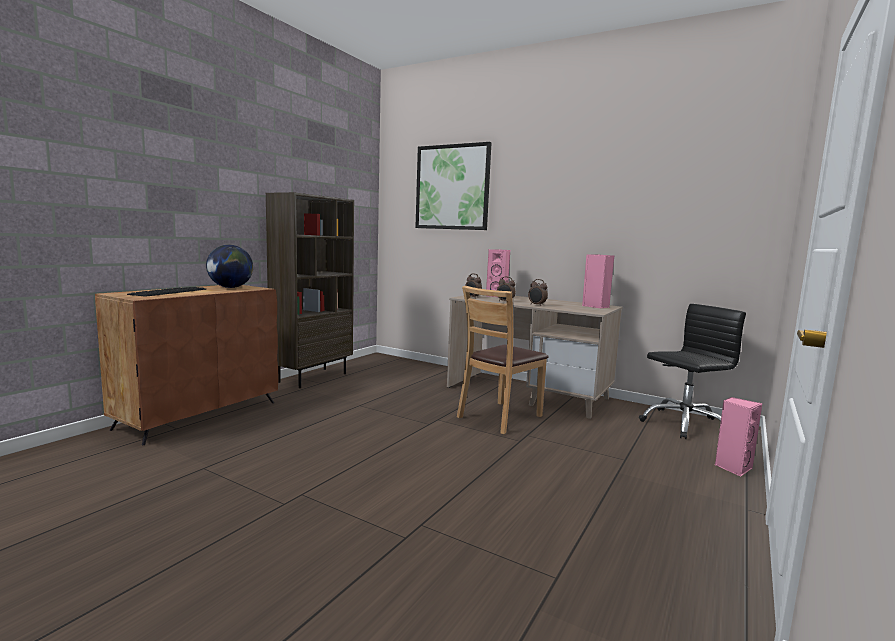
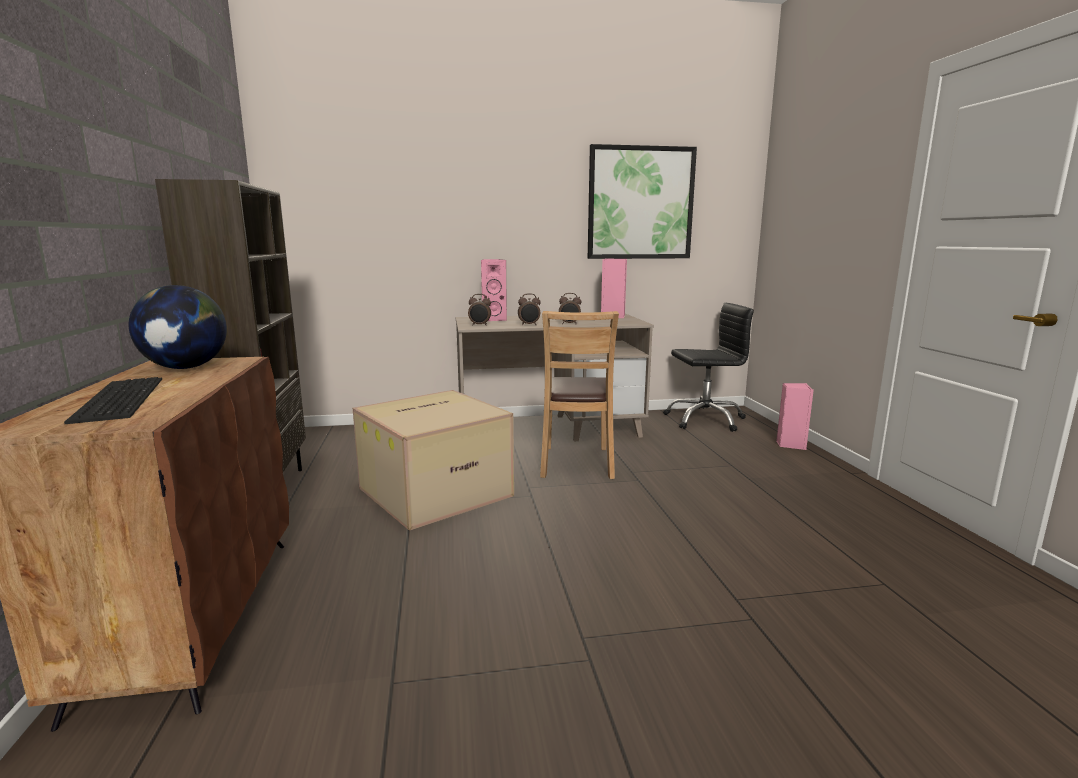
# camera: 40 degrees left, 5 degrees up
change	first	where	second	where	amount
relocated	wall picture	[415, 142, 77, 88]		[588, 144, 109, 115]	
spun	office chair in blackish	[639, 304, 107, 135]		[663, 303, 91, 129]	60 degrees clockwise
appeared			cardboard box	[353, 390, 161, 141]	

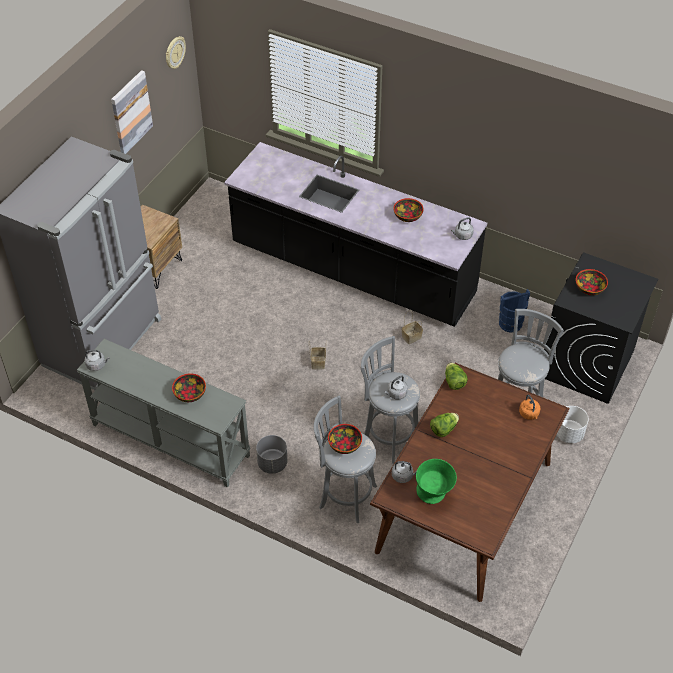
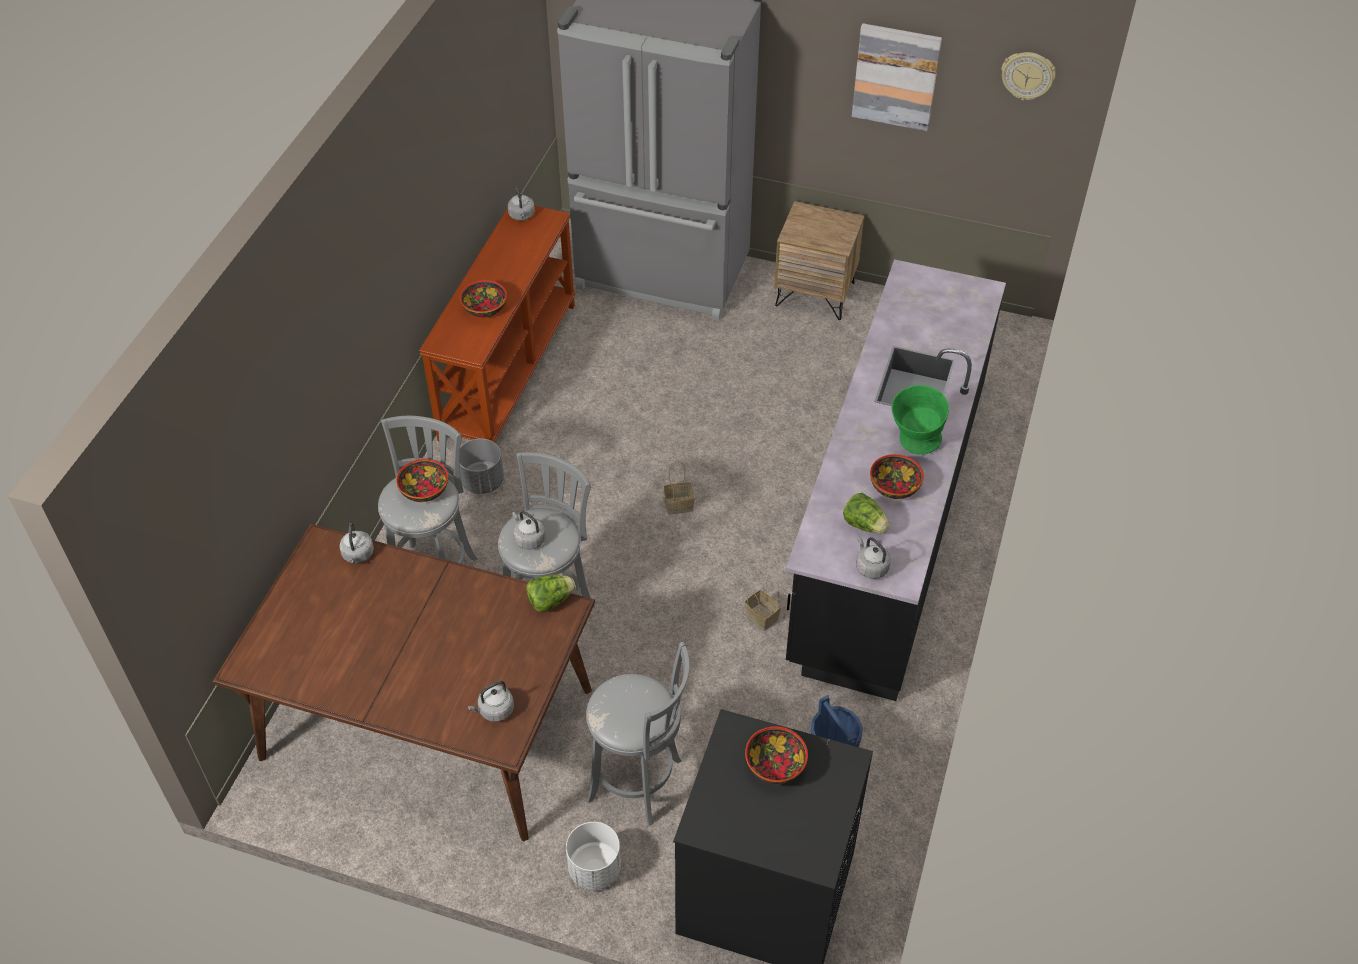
# camera: 80 degrees right, 0 degrees up
change	first	where	second	where	amount
colour	hall table in gray	[77, 339, 174, 149]	hall table in brownish	[419, 206, 157, 236]	
colour	water kettle in orange	[519, 395, 21, 25]	water kettle in gray	[468, 681, 46, 41]	
relocated	head of lettuce	[430, 413, 29, 24]		[843, 493, 46, 41]	
relocated	deep dish in green-coloured	[416, 459, 41, 45]		[892, 385, 57, 70]	

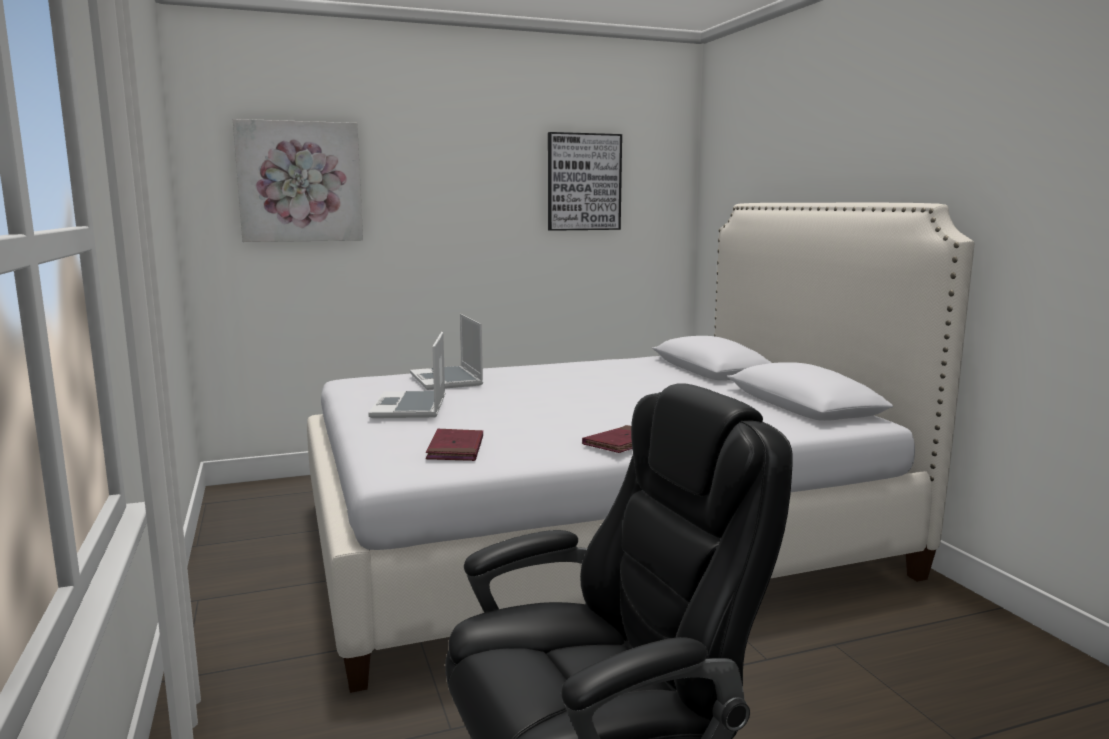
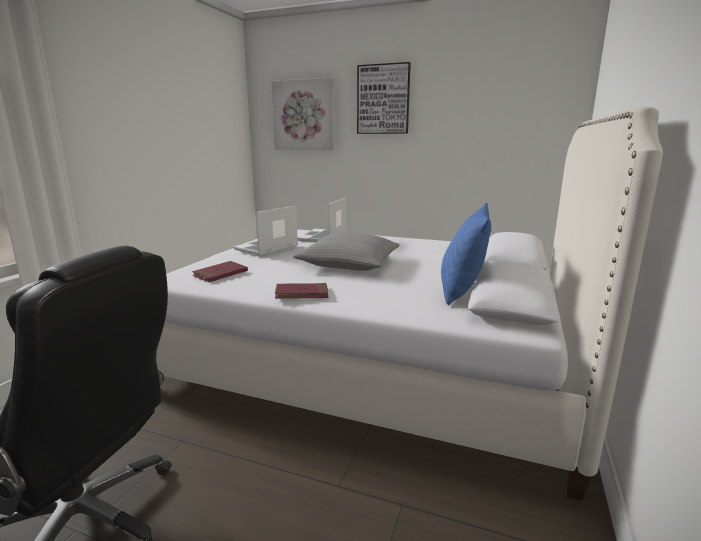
# camera: 40 degrees right, 5 degrees up
change	first	where	second	where	amount
relocated	wall picture	[548, 132, 74, 99]		[357, 62, 54, 72]	
appeared			pillow in blue	[441, 203, 50, 102]	
appeared			pillow in gray	[293, 233, 107, 38]	

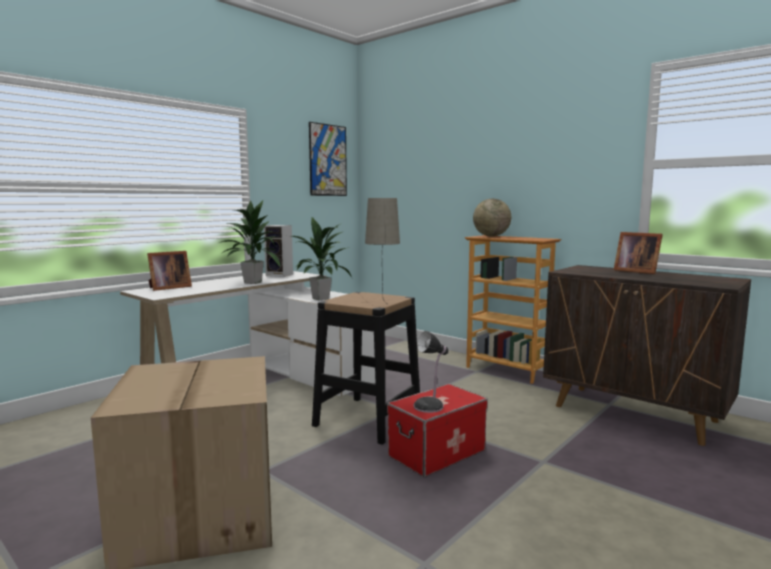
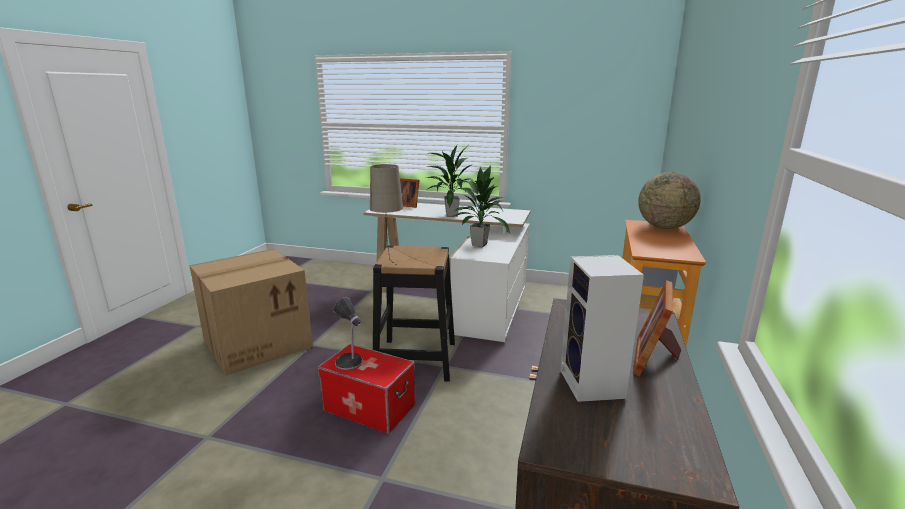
# camera: 65 degrees right, 10 degrees up
change	first	where	second	where	amount
missing	wall picture	[309, 122, 38, 74]			
relocated	speaker	[264, 225, 29, 52]		[560, 255, 84, 147]	

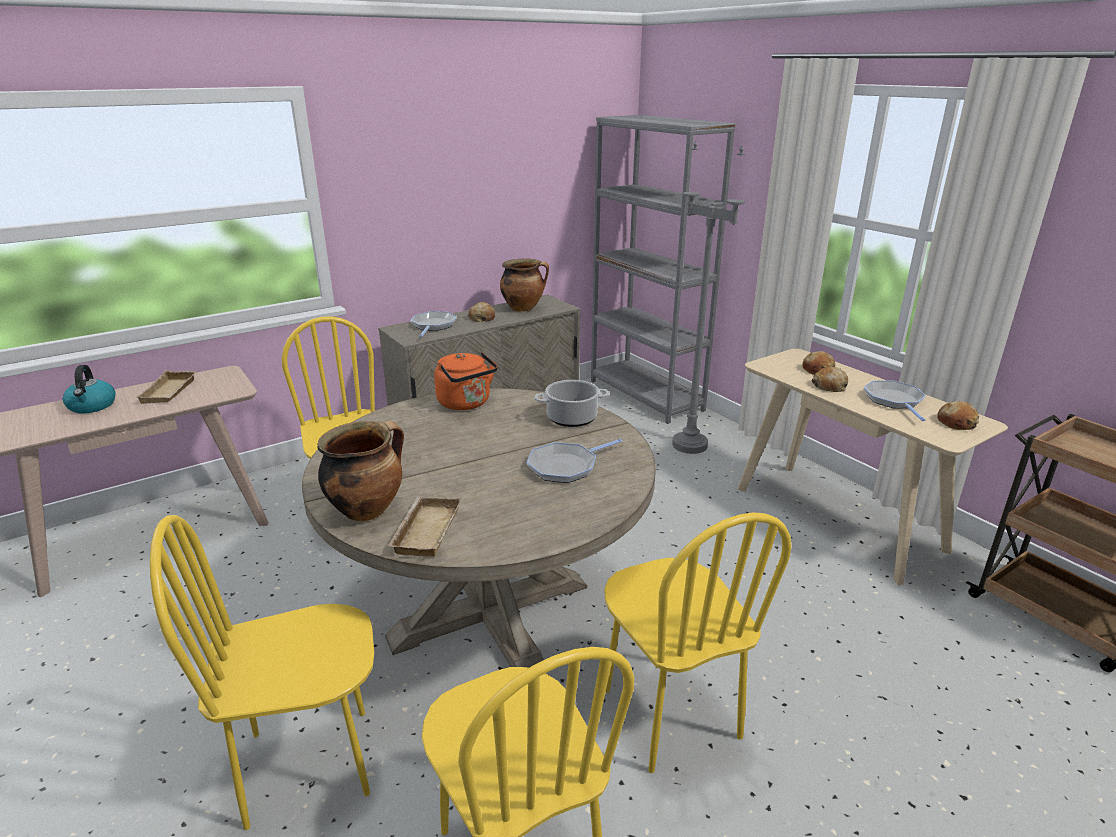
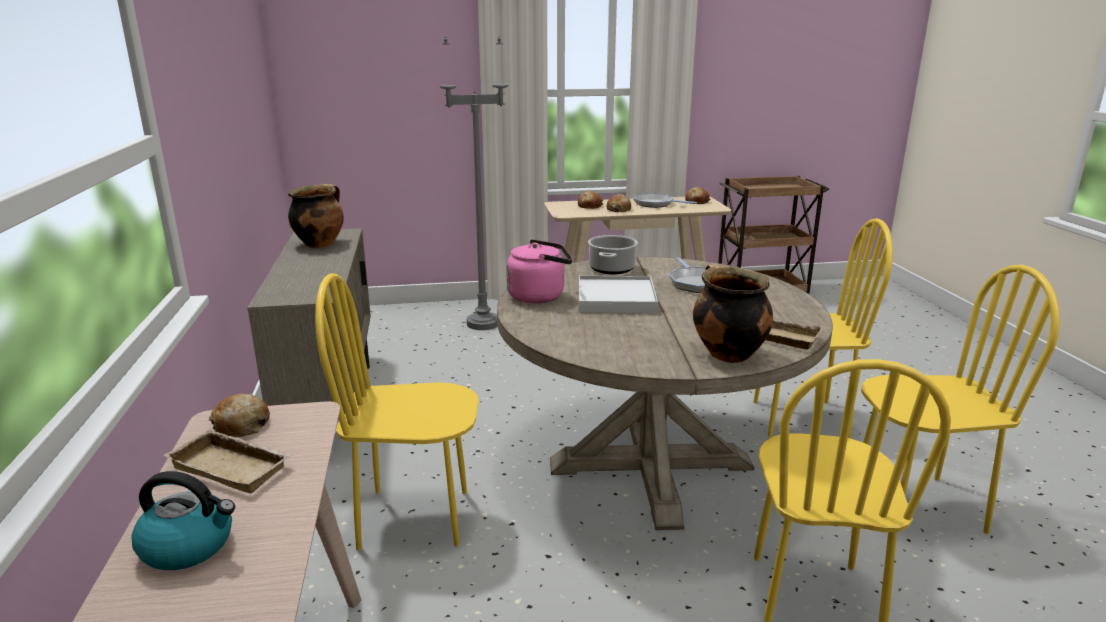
# camera: 65 degrees left, 5 degrees down
change	first	where	second	where	amount
missing	shelving unit in gray	[591, 115, 145, 309]			
relocated	bakery bread	[468, 302, 27, 20]		[209, 394, 61, 43]	
missing	pan	[411, 311, 46, 26]			
colour	water kettle in orange	[434, 352, 64, 58]	water kettle in pinkish	[506, 239, 66, 64]	
appeared			tray in white	[579, 276, 79, 37]	

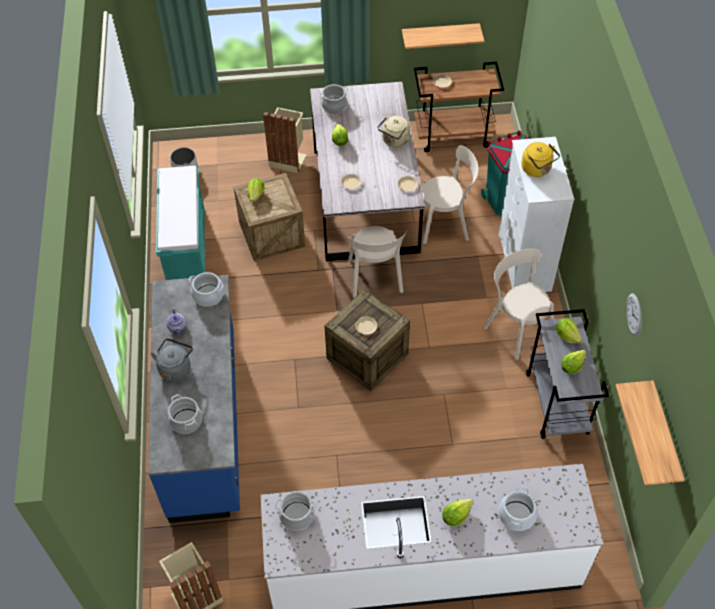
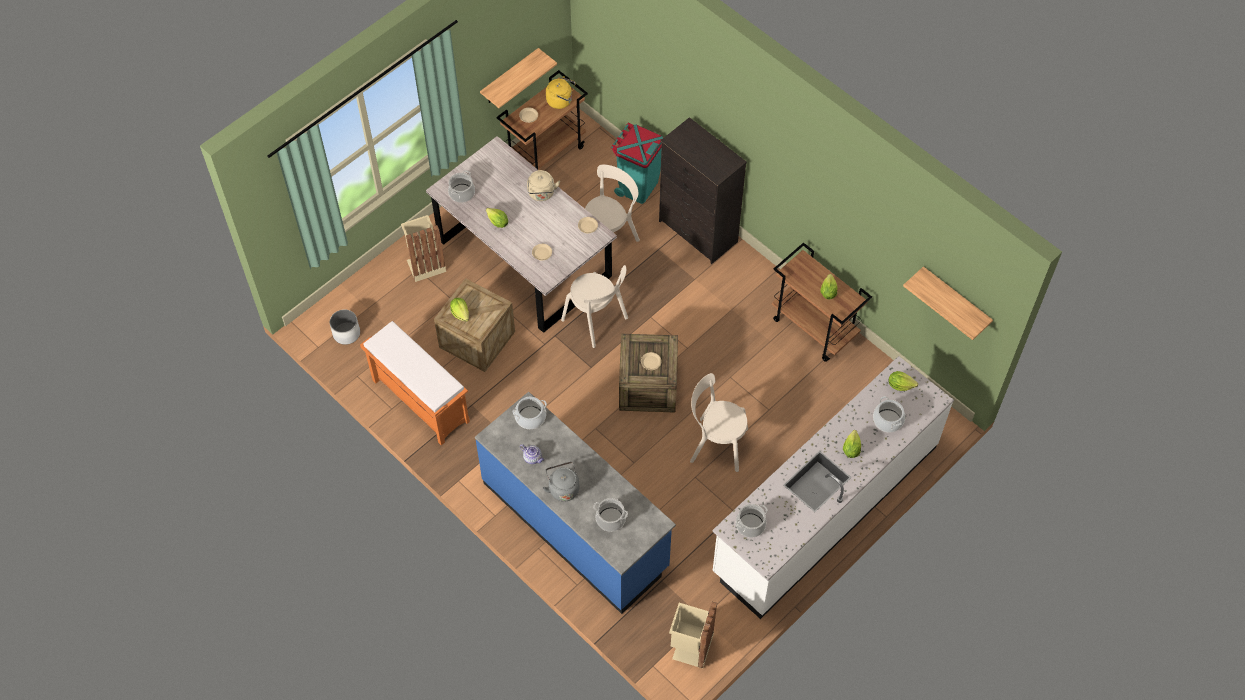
# camera: 40 degrees left, 5 degrees up
change	first	where	second	where	amount
colour	chest of drawers in white	[498, 137, 76, 155]	chest of drawers in blackish	[659, 117, 88, 147]	
relocated	water kettle in yellow	[521, 142, 39, 35]		[546, 76, 30, 33]	
colour	long seat in turquoise-coloured	[156, 166, 49, 114]	long seat in orange	[360, 321, 110, 125]	
relocated	upright chair in beige-coloured	[483, 249, 71, 111]		[690, 373, 58, 99]	
missing	wall clock	[626, 293, 16, 43]			
colour	trolley in gray	[526, 309, 83, 130]	trolley in brownish	[772, 242, 100, 120]	
relocated	head of lettuce	[556, 318, 26, 26]		[889, 371, 29, 20]	

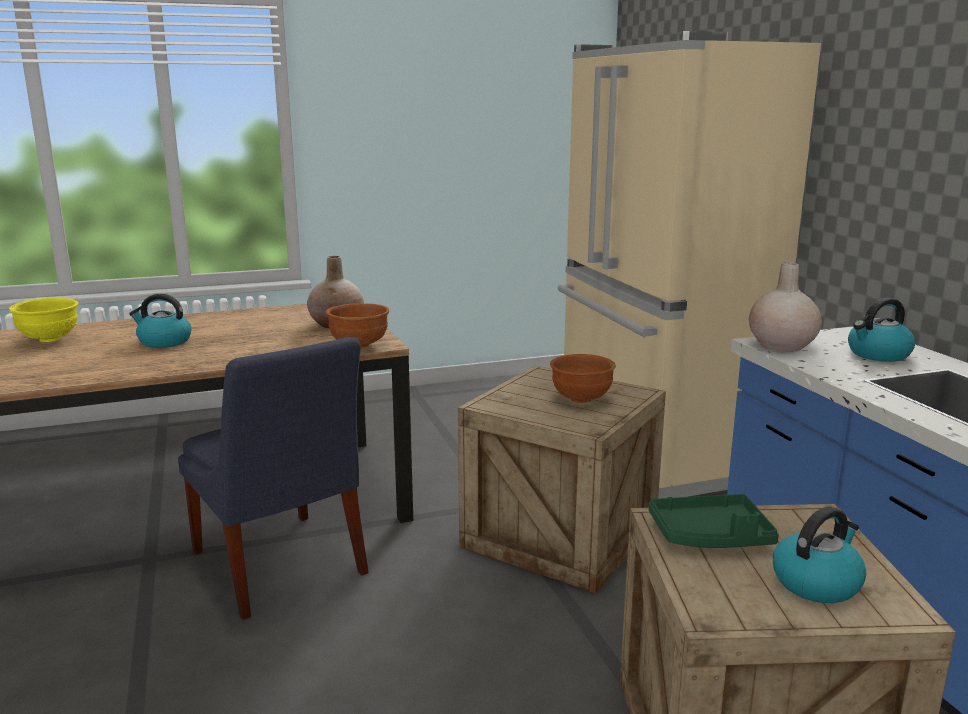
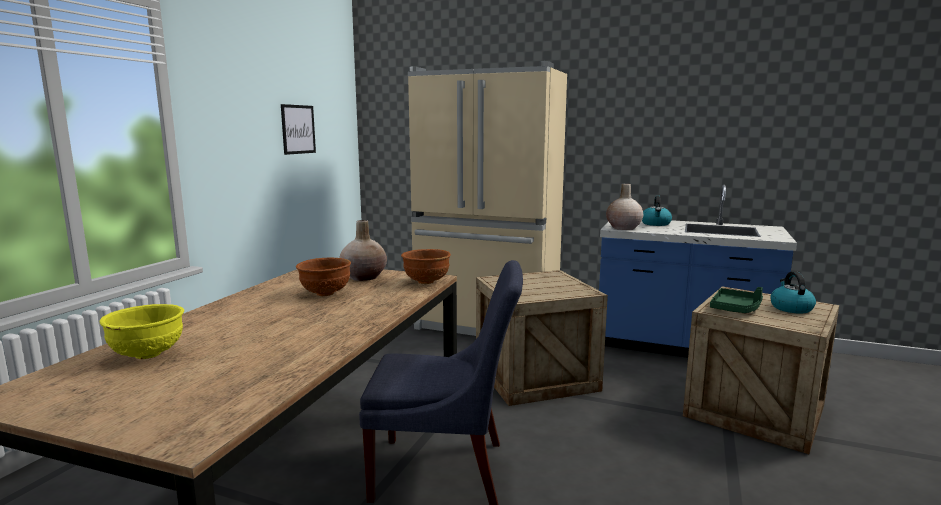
# camera: 50 degrees left, 5 degrees down
change	first	where	second	where	amount
missing	water kettle	[129, 294, 62, 54]			
relocated	deep dish in brownish	[550, 354, 66, 49]		[296, 258, 55, 38]	
appeared			wall picture	[281, 104, 35, 51]	

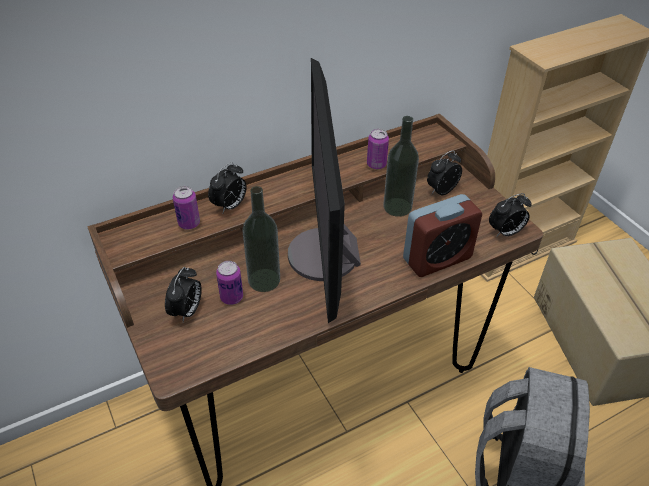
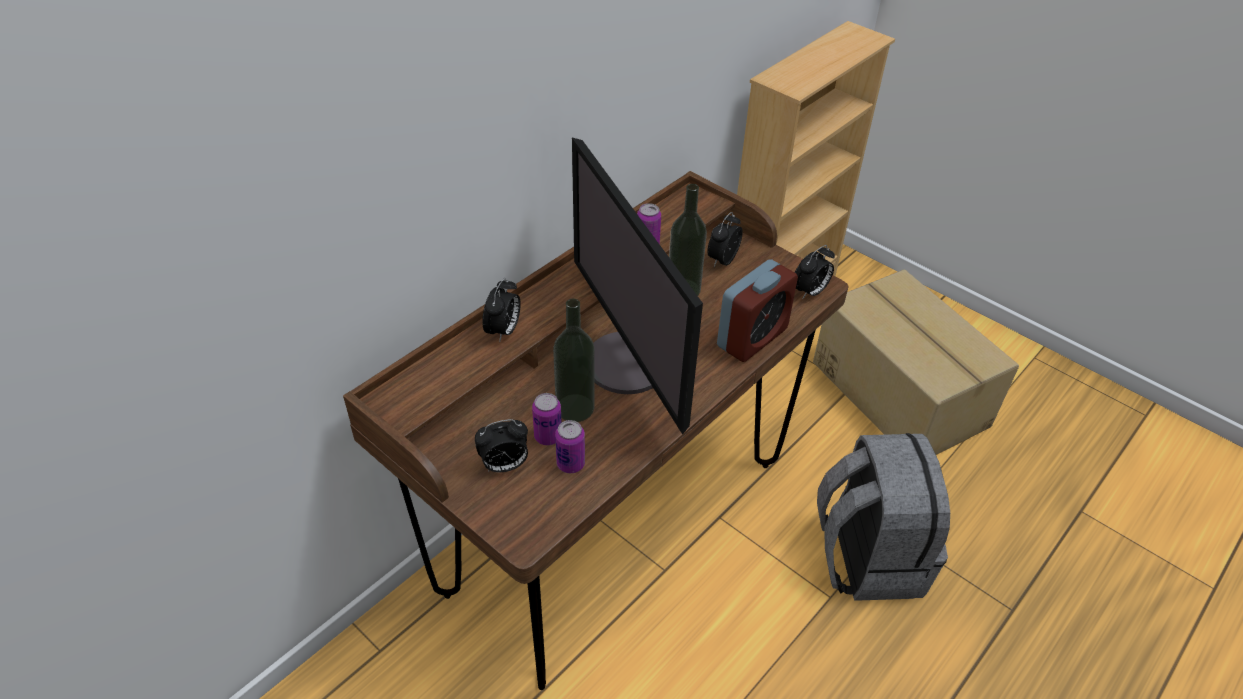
# camera: 20 degrees left, 0 degrees up
change	first	where	second	where	amount
relocated	metal can	[173, 186, 27, 44]		[555, 420, 30, 53]	
spun	table clock	[165, 267, 37, 55]		[475, 419, 53, 53]	75 degrees clockwise

